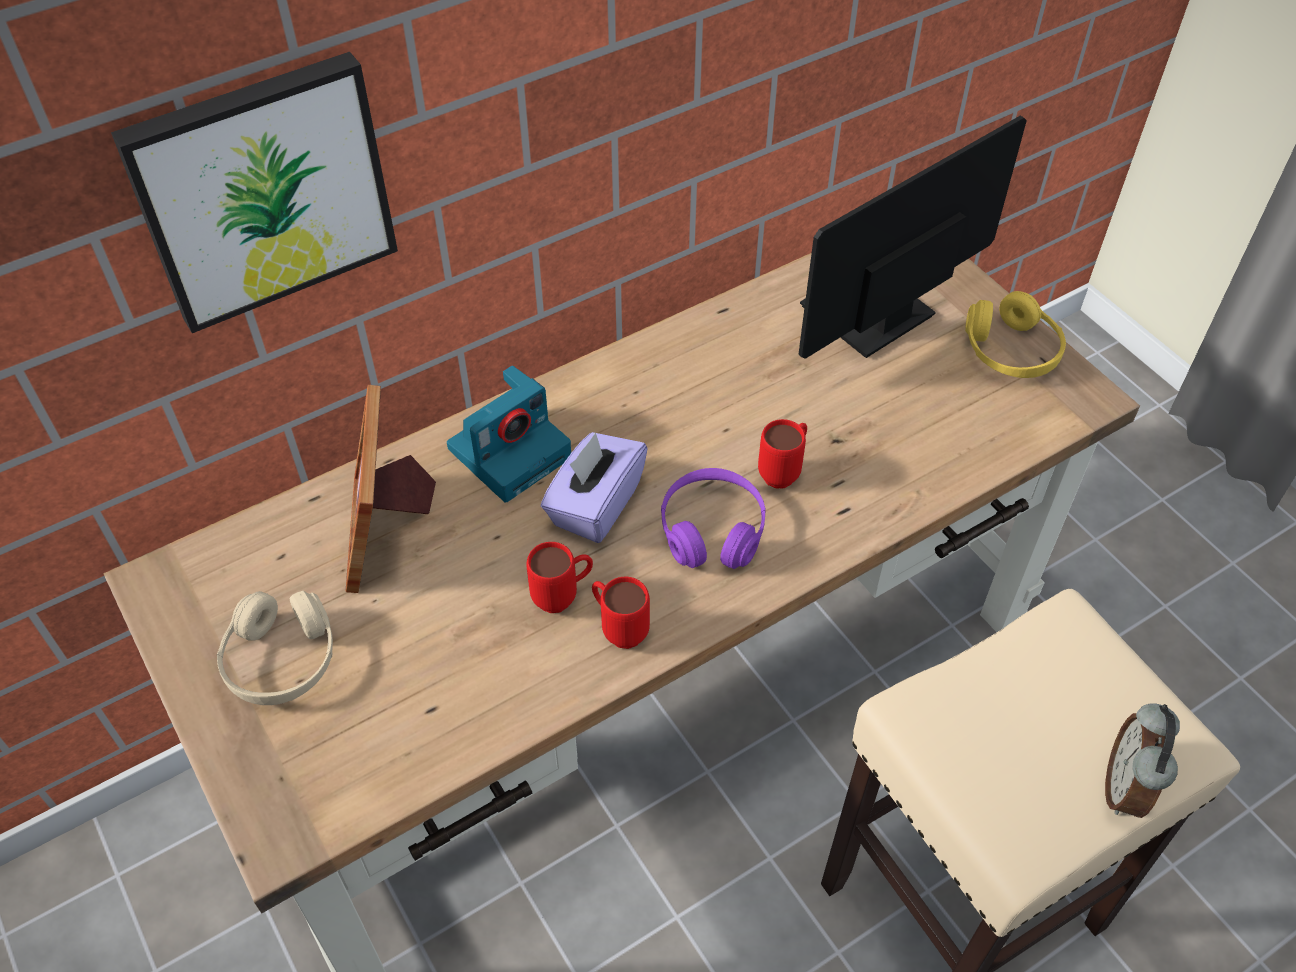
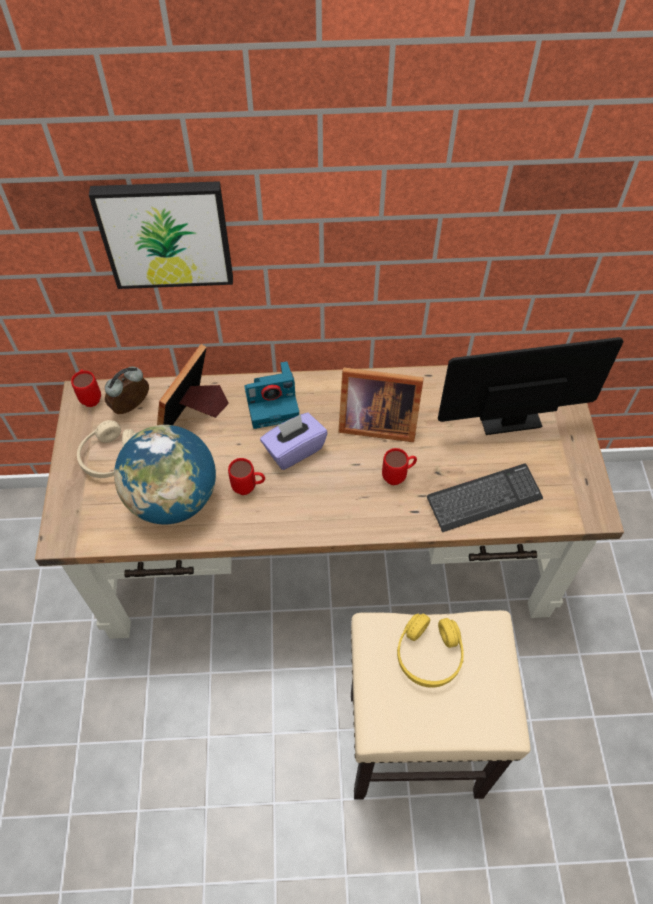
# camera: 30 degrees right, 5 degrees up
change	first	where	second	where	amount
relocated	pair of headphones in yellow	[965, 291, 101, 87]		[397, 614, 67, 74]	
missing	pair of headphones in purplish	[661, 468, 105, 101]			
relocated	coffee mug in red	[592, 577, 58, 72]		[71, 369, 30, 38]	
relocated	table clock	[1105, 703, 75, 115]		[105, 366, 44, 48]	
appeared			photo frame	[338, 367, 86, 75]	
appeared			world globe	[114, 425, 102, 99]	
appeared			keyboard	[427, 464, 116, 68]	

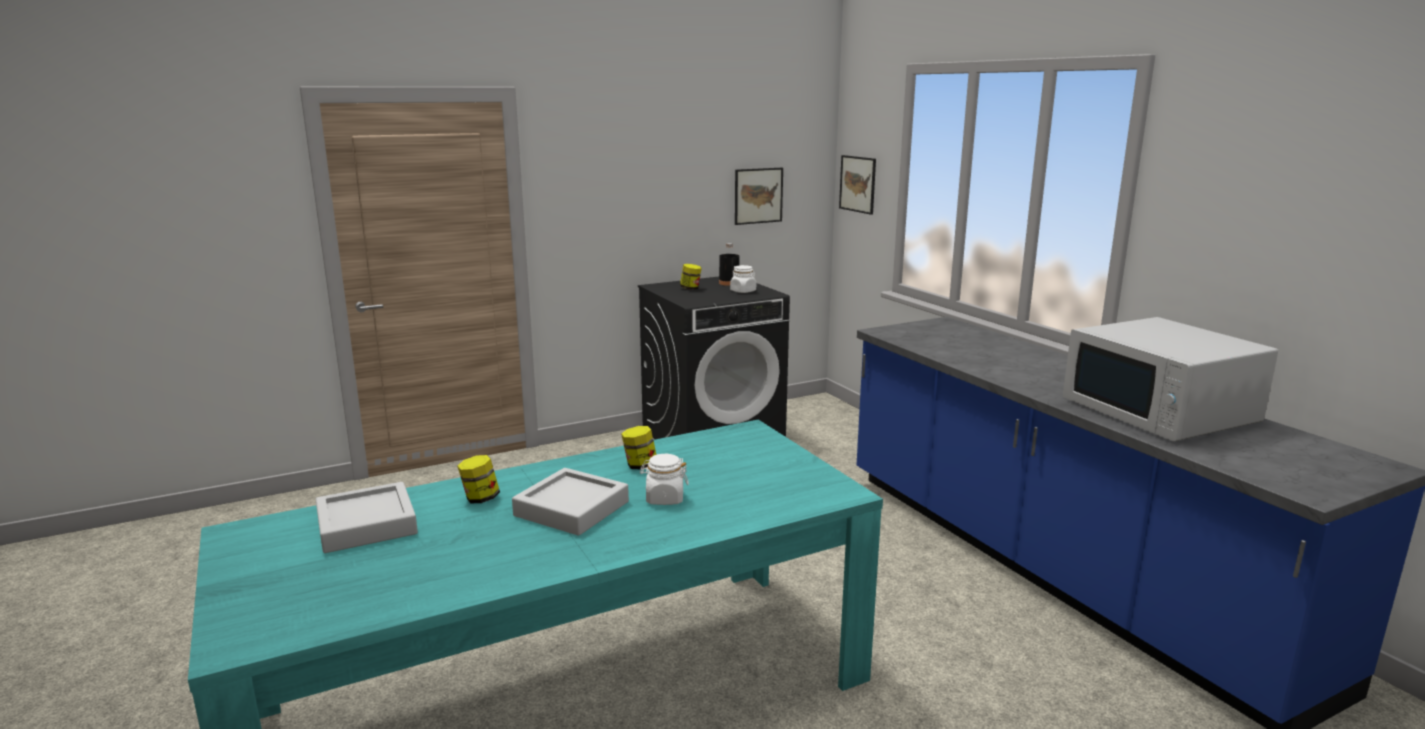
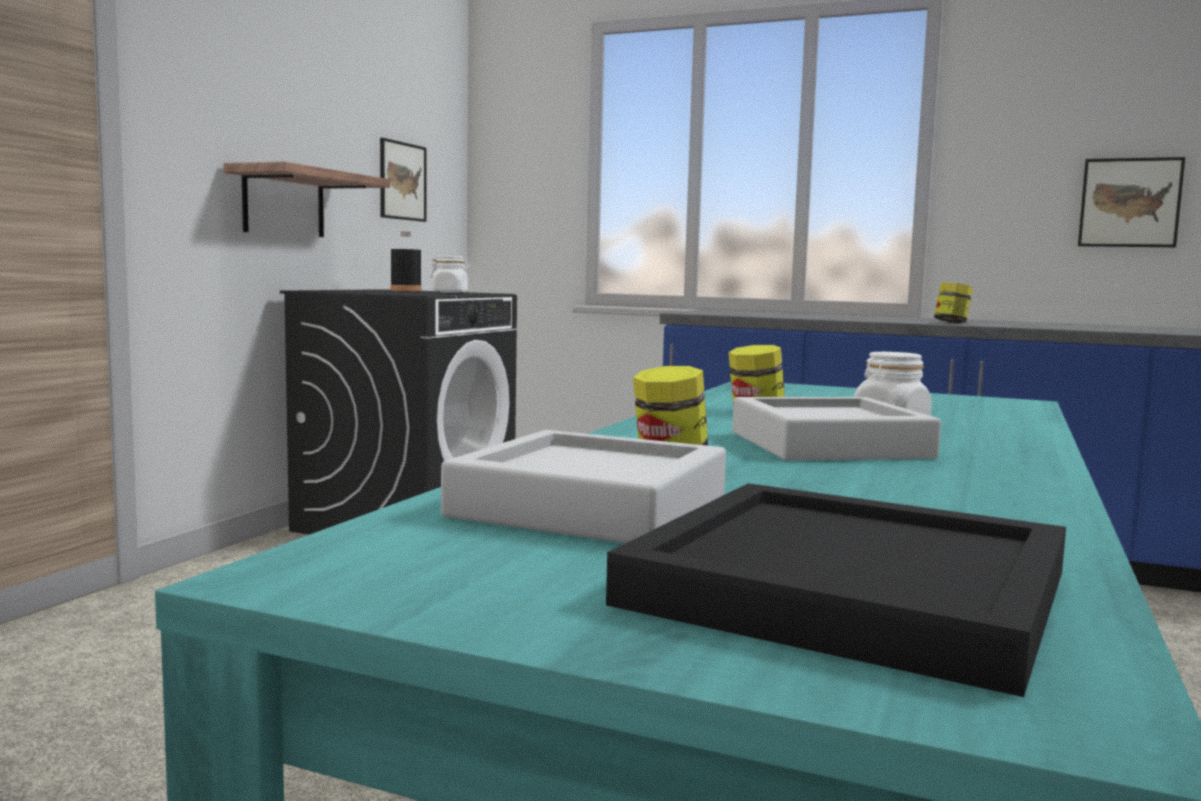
# camera: 40 degrees left, 10 degrees down
change	first	where	second	where	amount
relocated	wall picture	[839, 155, 37, 60]		[1078, 157, 107, 90]	
relocated	preserve jar	[680, 264, 22, 26]		[934, 282, 39, 41]	
missing	microwave in white	[1063, 317, 215, 125]			
appeared			bracket shelf	[223, 162, 167, 75]	
appeared			tray in blackish	[606, 483, 460, 214]	

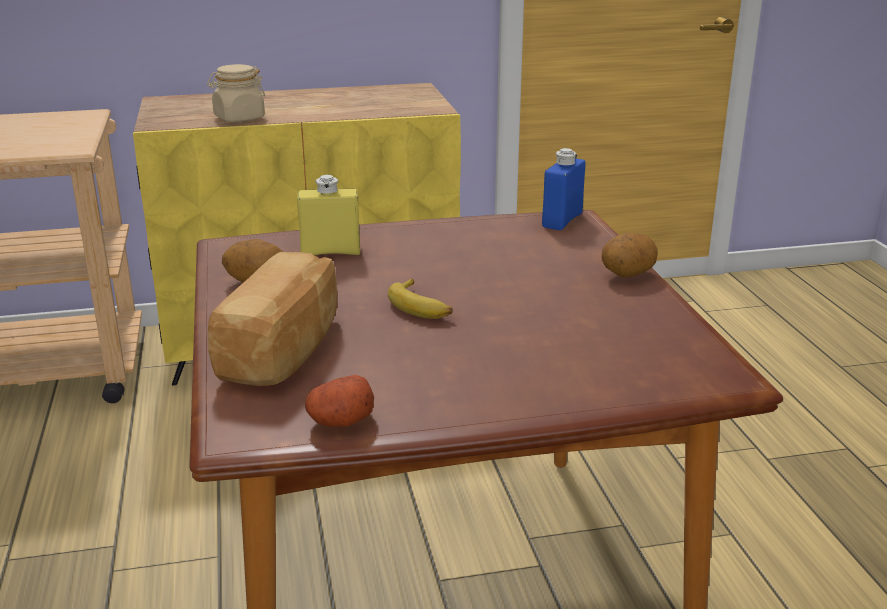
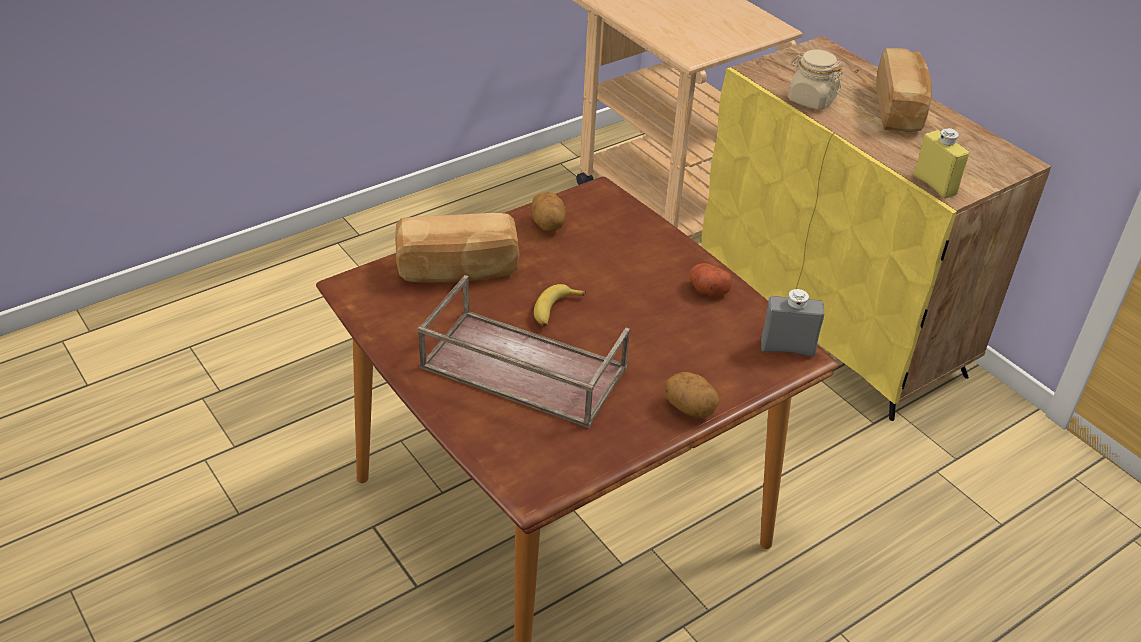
# camera: 65 degrees right, 15 degrees up
change	first	where	second	where	amount
colour	drink bottle in blue	[542, 148, 43, 82]	drink bottle in gray	[761, 289, 63, 68]	
relocated	drink bottle in yellow	[297, 175, 63, 80]		[914, 128, 55, 71]	
relocated	spud	[305, 375, 69, 52]		[690, 263, 42, 34]	
appeared			bakery bread	[876, 48, 56, 84]	
appeared			tray in brownish	[417, 275, 213, 153]	

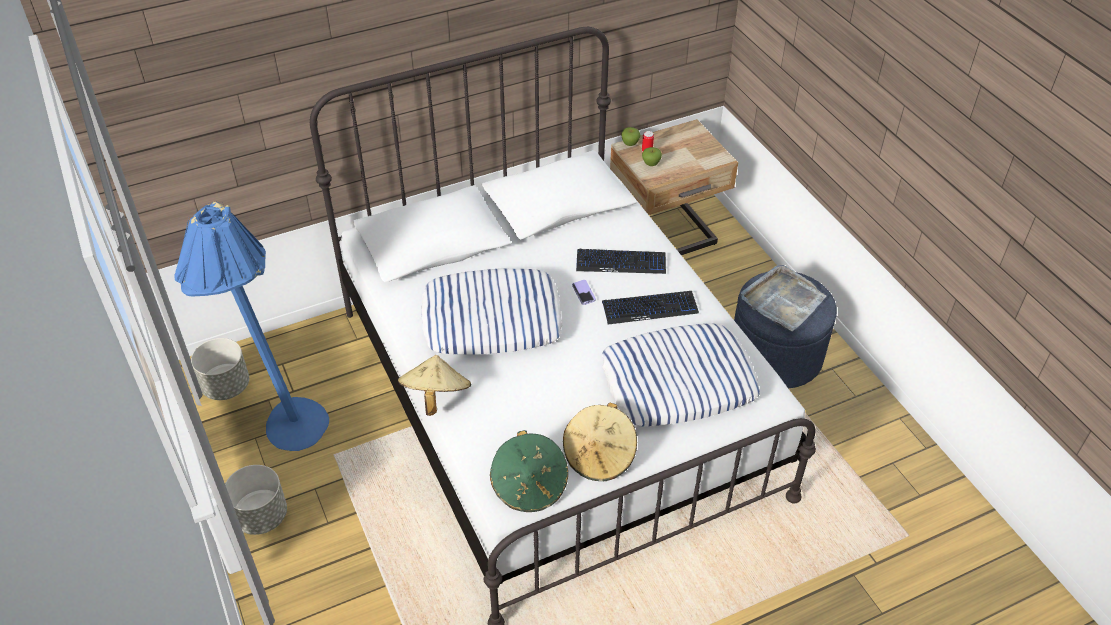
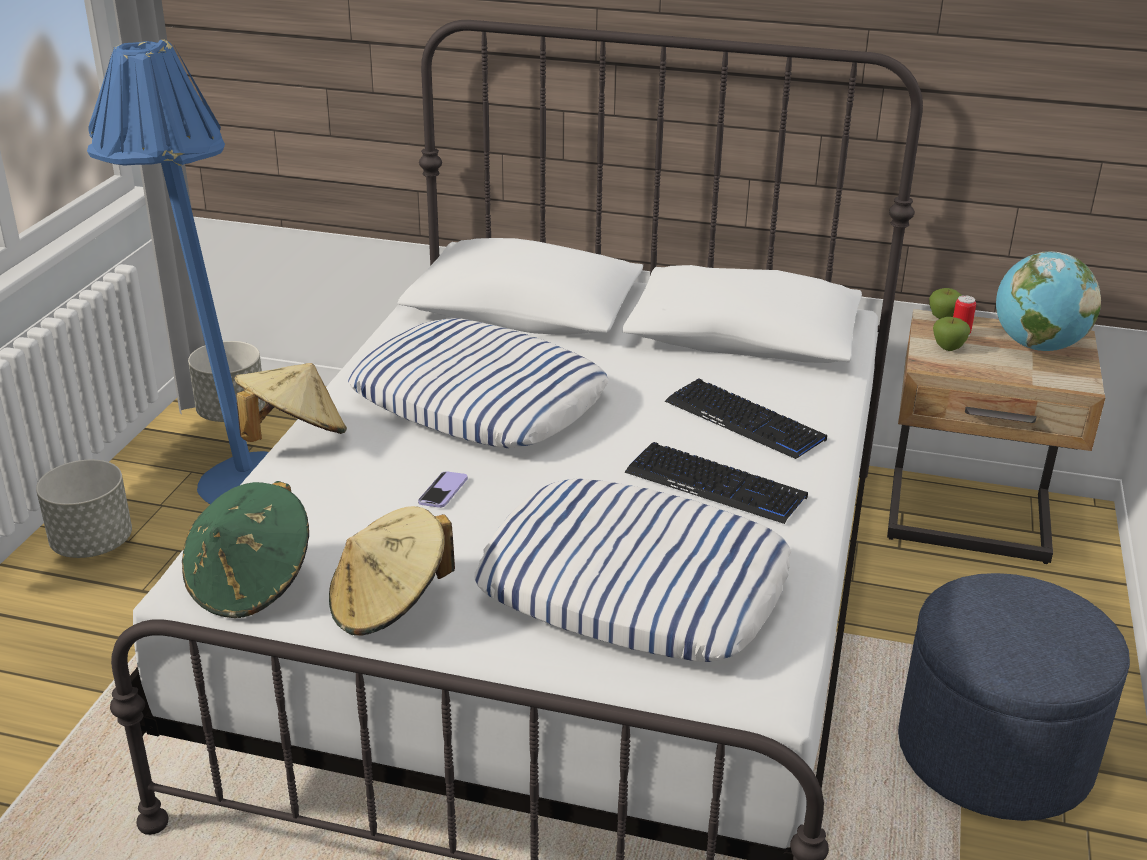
# camera: 40 degrees right, 15 degrees down
change	first	where	second	where	amount
missing	tray in gray	[741, 265, 85, 66]			
relocated	handset	[572, 280, 24, 25]		[418, 471, 50, 37]	
appeared			world globe	[996, 251, 105, 100]	

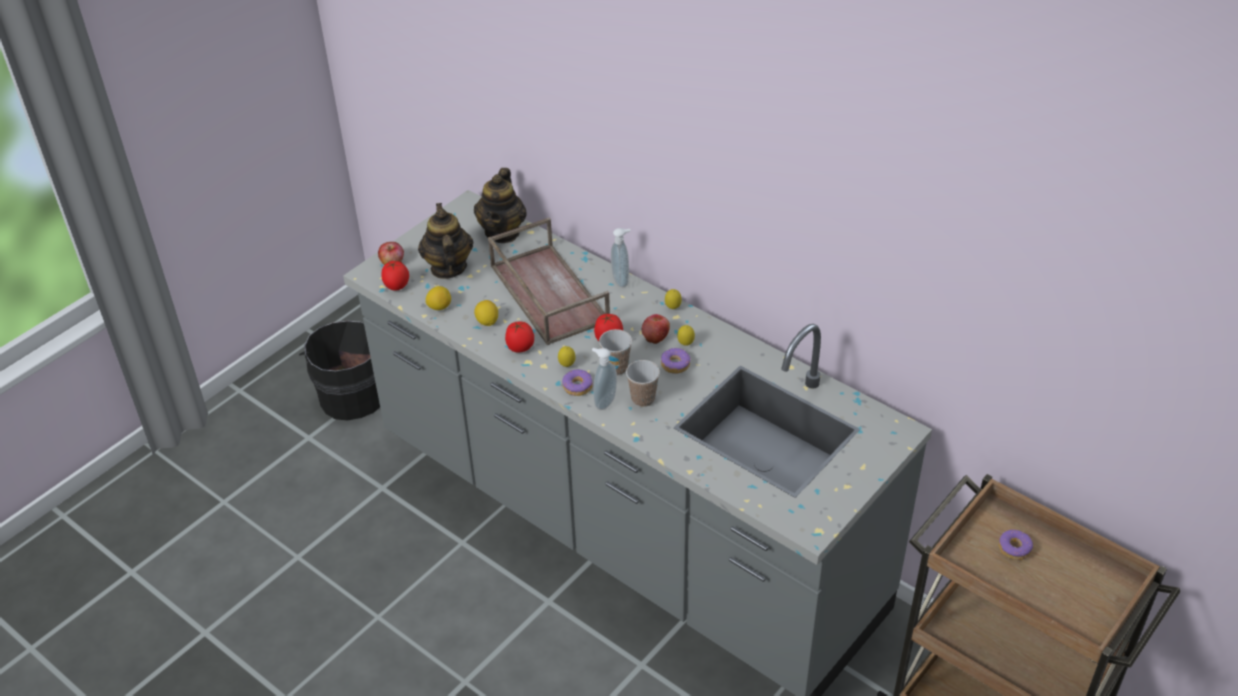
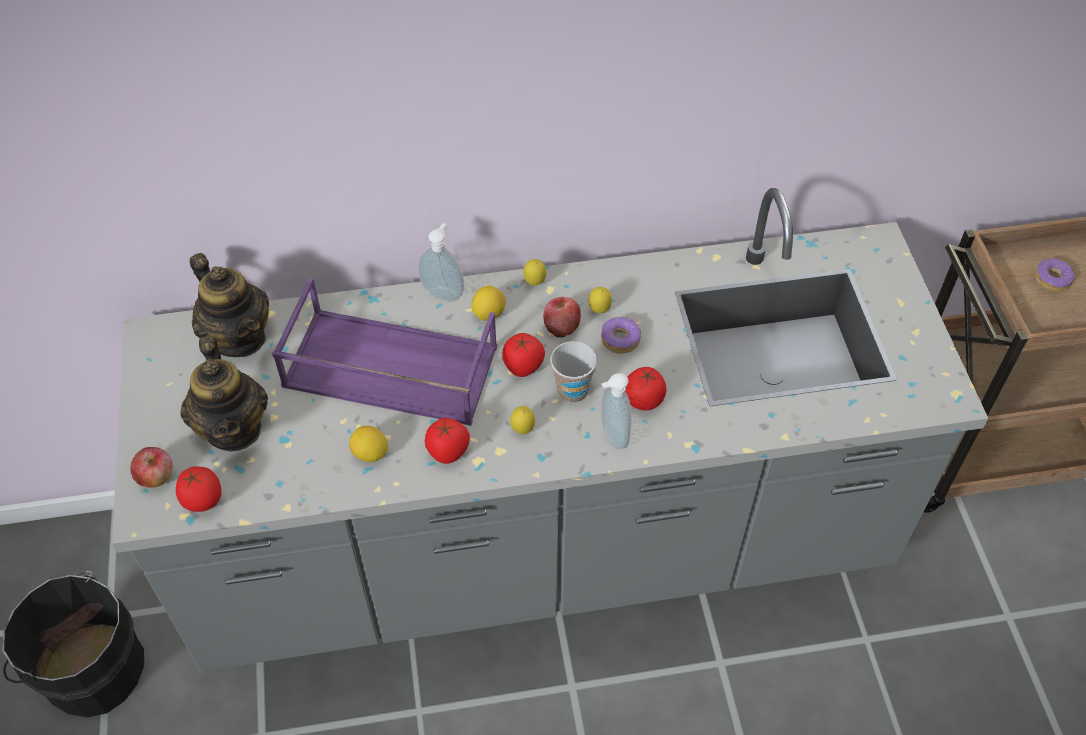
# camera: 50 degrees left, 10 degrees up
change	first	where	second	where	amount
spun	teapot	[418, 203, 56, 76]		[180, 336, 88, 115]	135 degrees counterclockwise
colour	tray in brownish	[488, 218, 122, 127]	tray in purplish	[272, 278, 225, 148]	
relocated	lemon	[426, 286, 25, 24]		[471, 286, 35, 35]	
exchanged	cup	[626, 360, 34, 47]	tomato	[625, 367, 41, 44]	
missing	donut	[562, 369, 31, 27]			

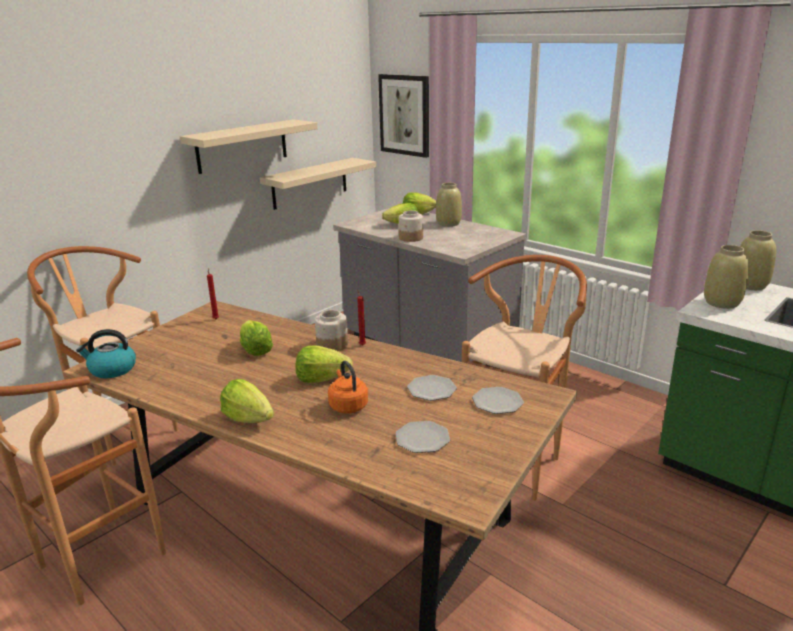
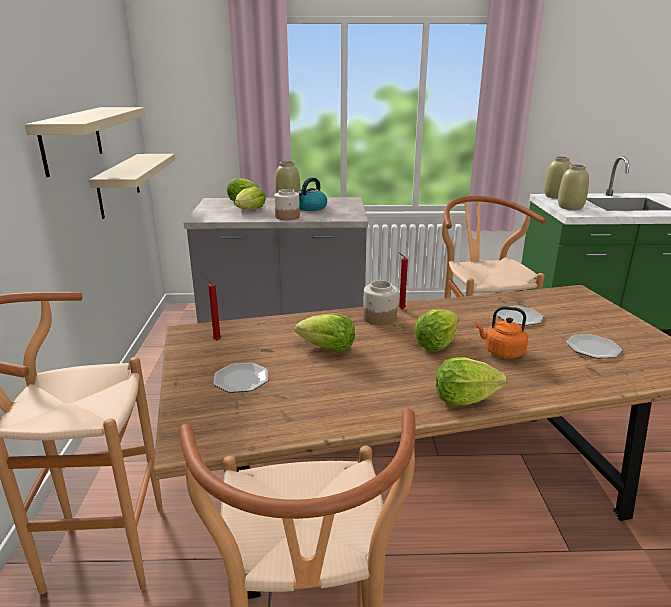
# camera: 45 degrees left, 0 degrees up
change	first	where	second	where	amount
missing	wall picture	[378, 74, 51, 84]			
relocated	water kettle	[76, 329, 60, 49]		[297, 177, 30, 34]	
relocated	flat dish	[472, 387, 52, 27]		[213, 362, 55, 31]	

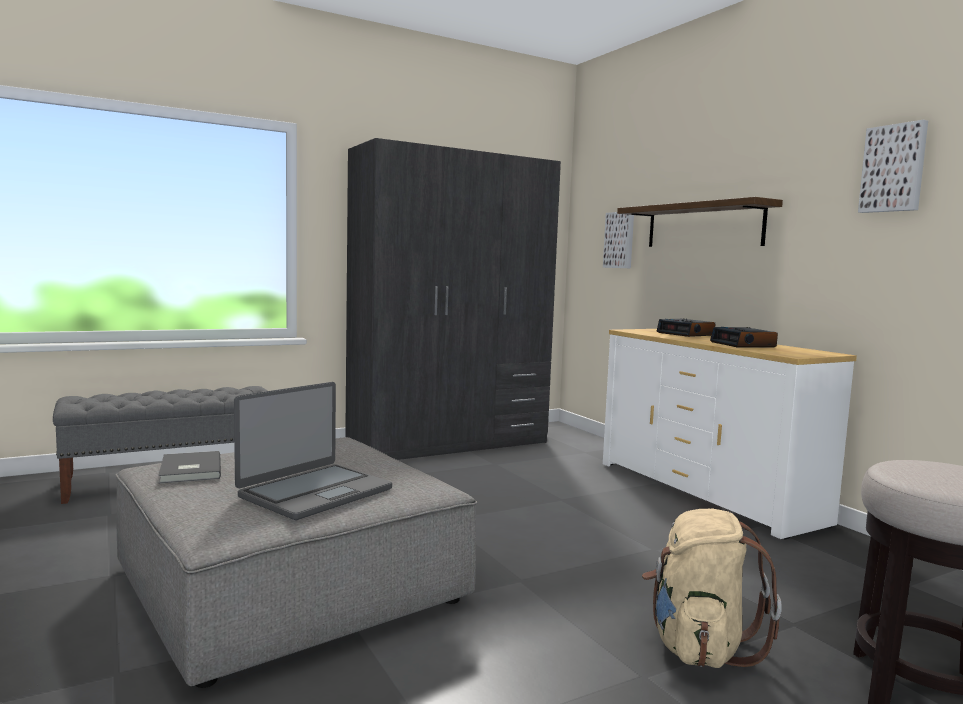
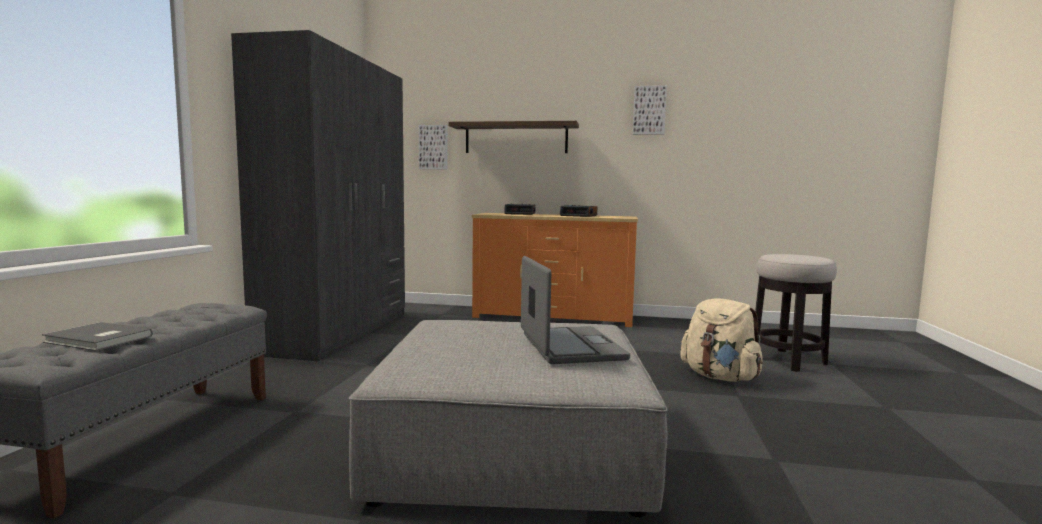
# camera: 50 degrees left, 0 degrees up
change	first	where	second	where	amount
colour	chest of drawers in white	[603, 329, 254, 210]	chest of drawers in orange	[472, 213, 166, 114]	
relocated	bound book in gray	[159, 451, 62, 33]		[42, 322, 111, 29]	

